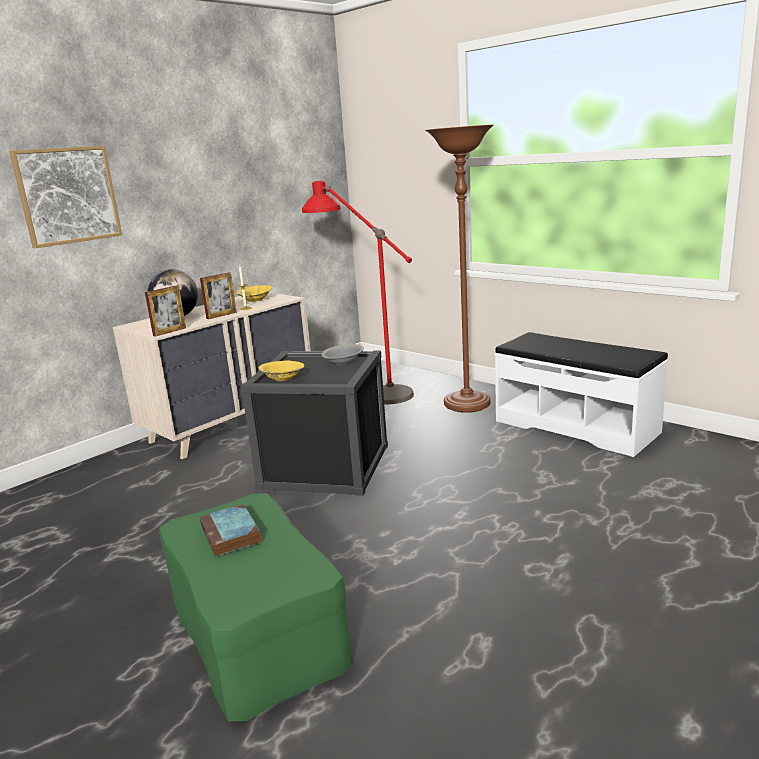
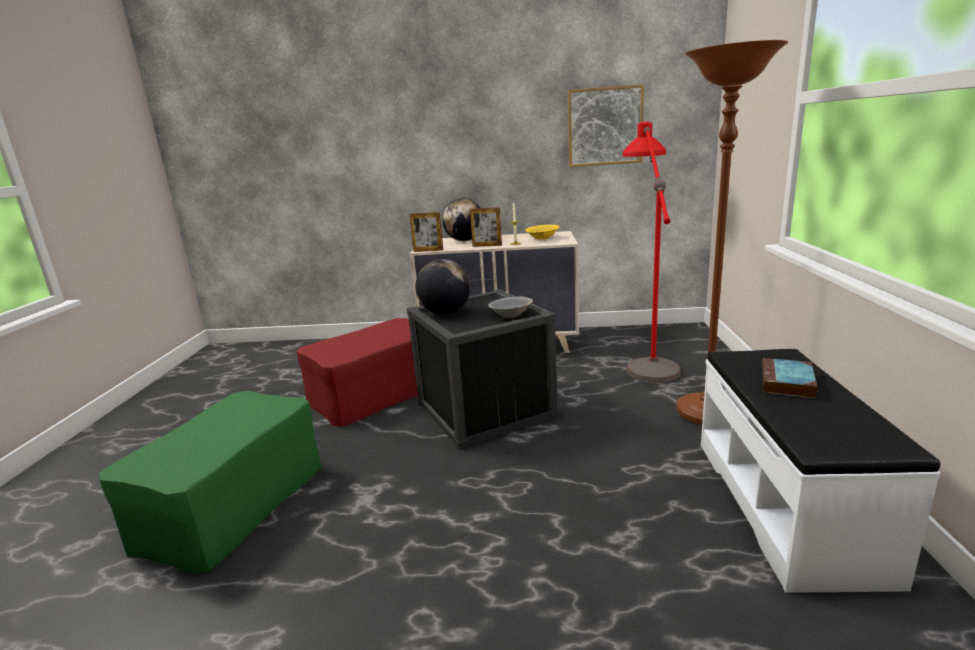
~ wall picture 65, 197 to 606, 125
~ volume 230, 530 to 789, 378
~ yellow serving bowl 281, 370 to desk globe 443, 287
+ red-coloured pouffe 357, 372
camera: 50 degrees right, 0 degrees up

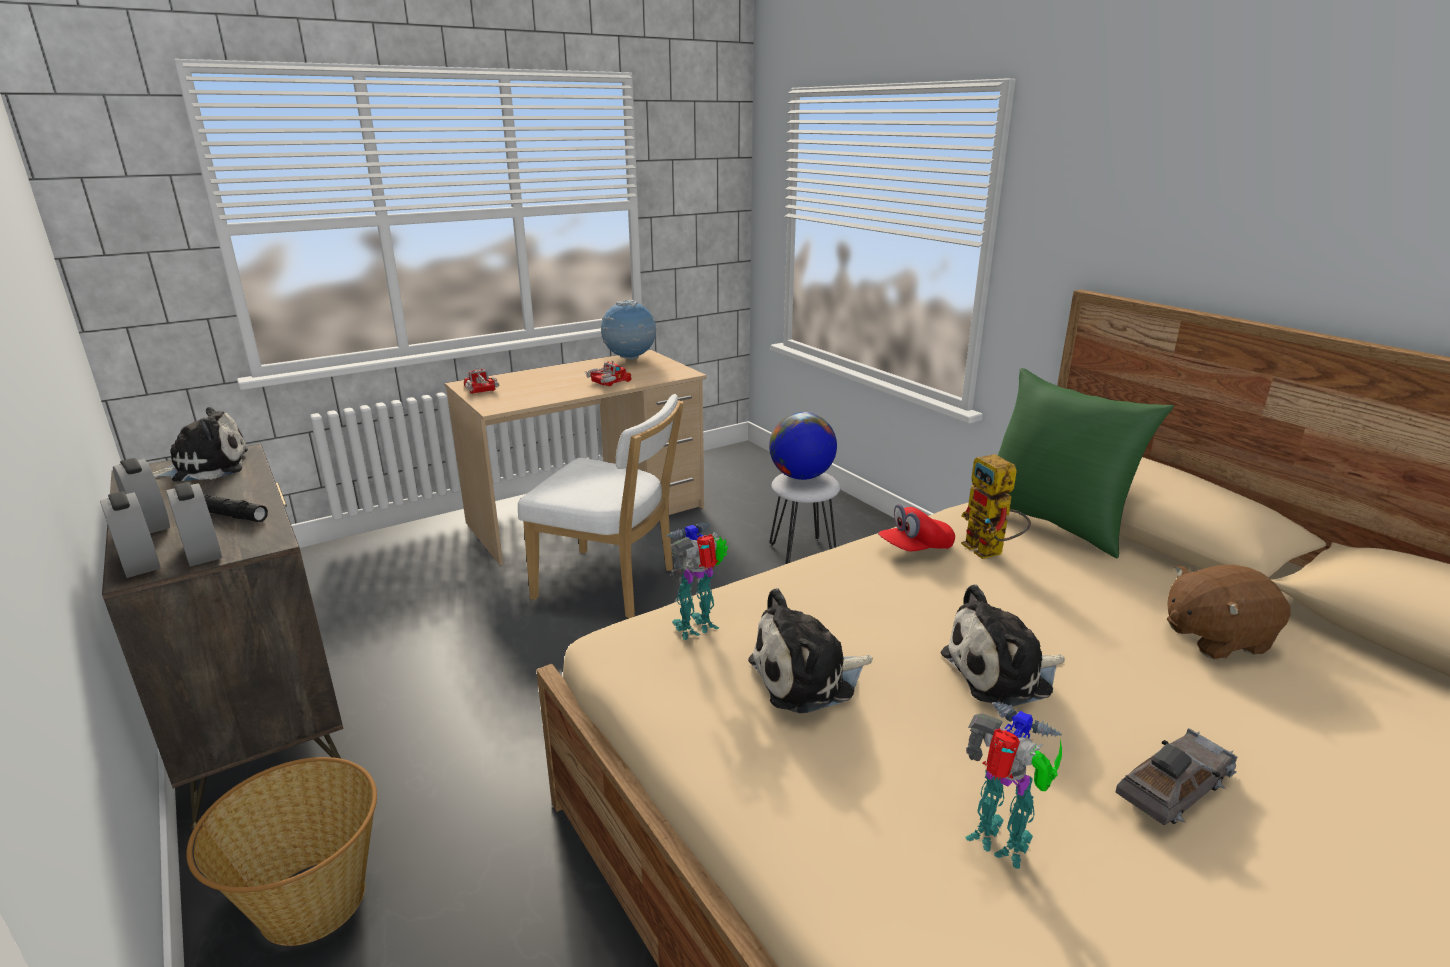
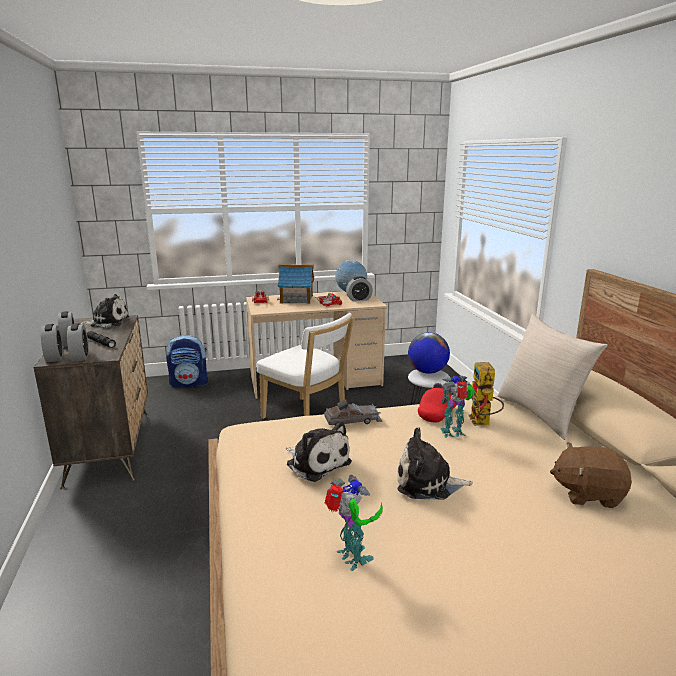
- basket 281, 851
~ model robot 697, 581 to 457, 407
~ plush toy 810, 650 = 319, 452 135 degrees counterclockwise
~ red-coloured peaked cap 916, 527 = 437, 403 135 degrees clockwise
~ green-coloured throw pillow 1086, 463 to sand-coloured throw pillow 553, 377
~ gray toy car 1177, 776 to 353, 412
+ rucksack 187, 361
+ miniature house 295, 284
+ table clock 359, 288
camera: 20 degrees right, 5 degrees down

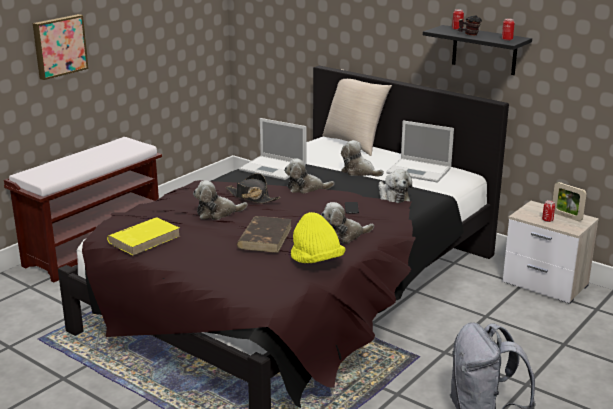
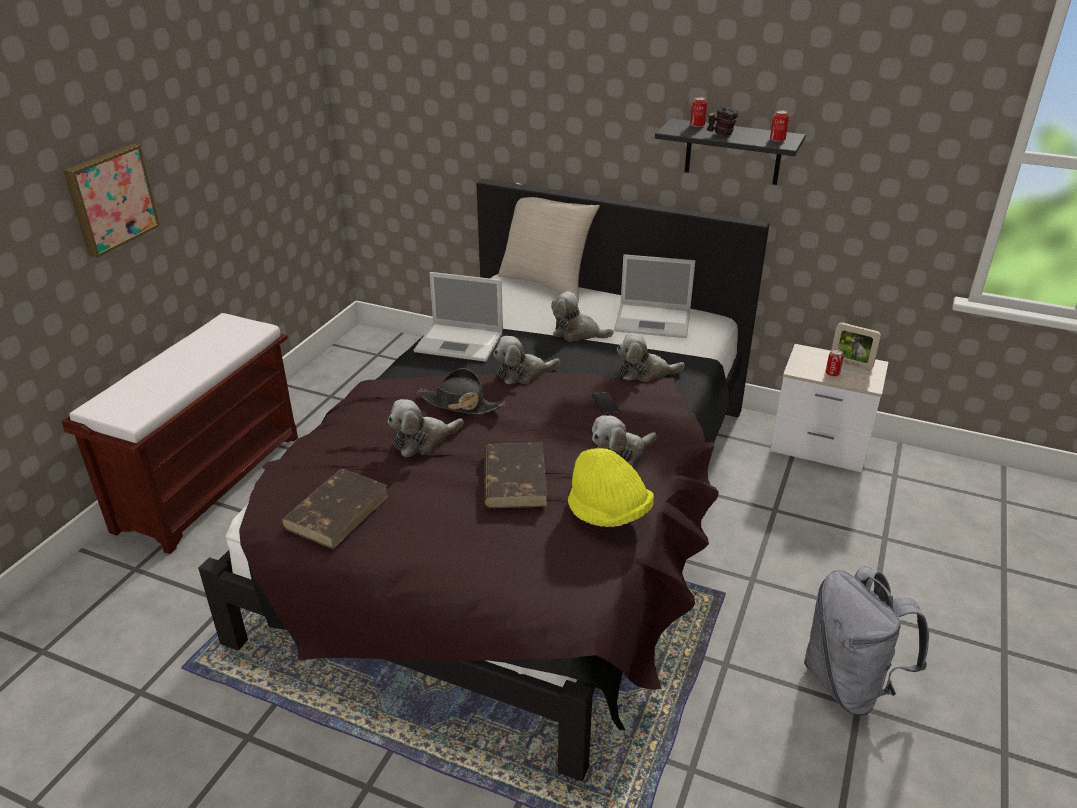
~ yellow volume 143, 236 to brownish volume 334, 509
~ plush toy 396, 186 = 651, 357 120 degrees clockwise
camera: 15 degrees left, 10 degrees up

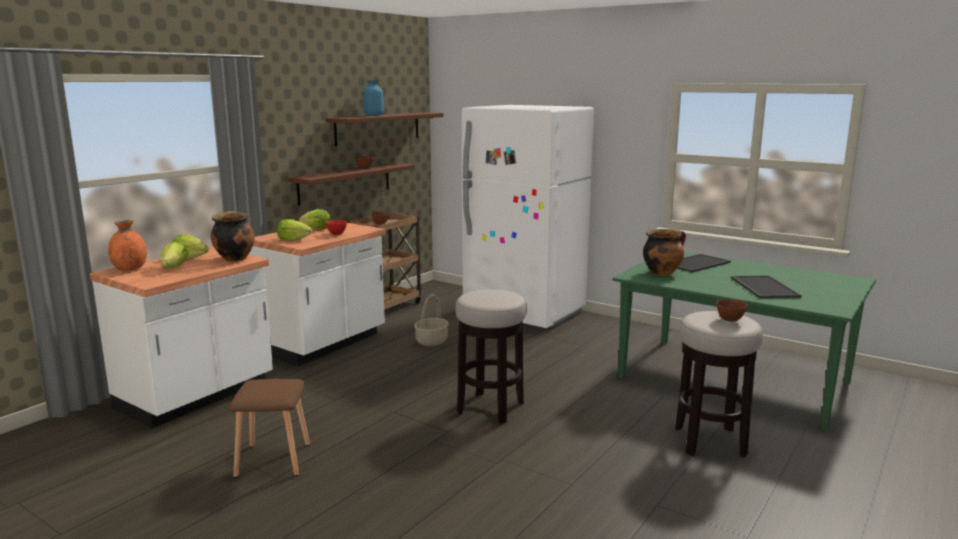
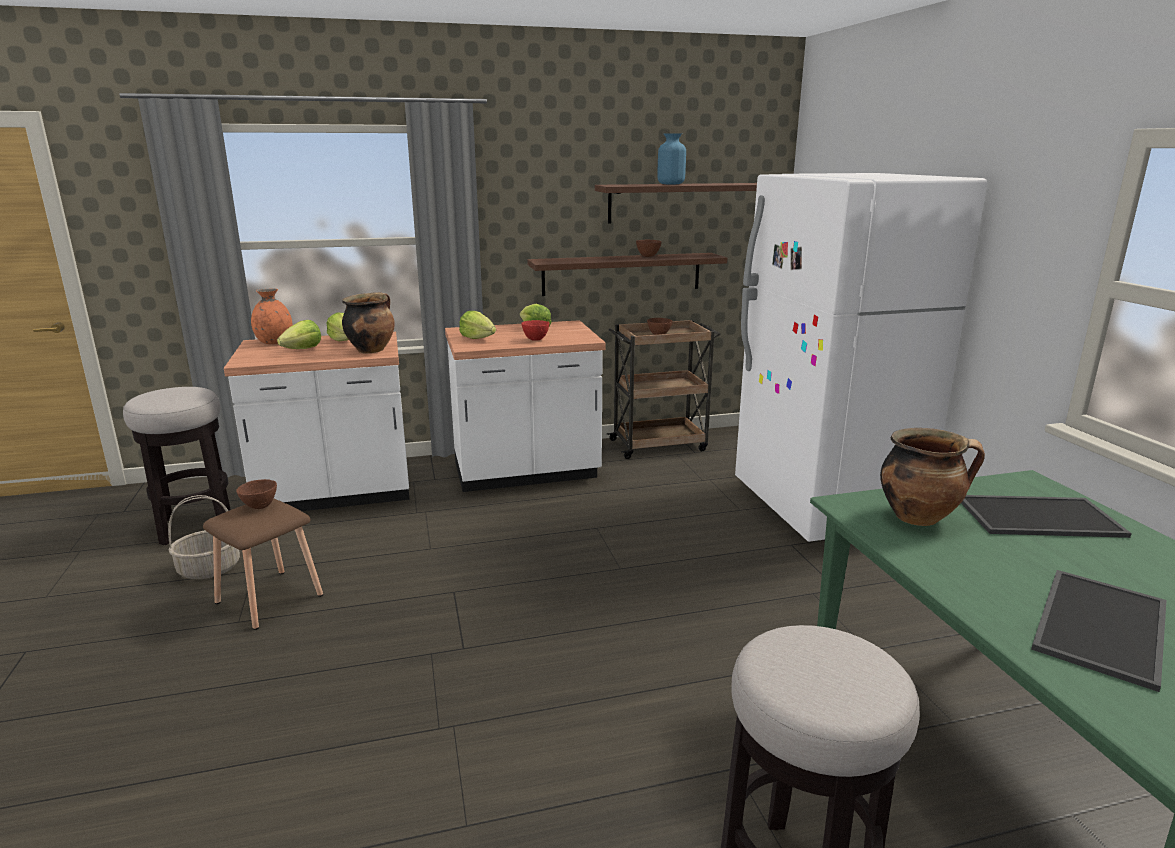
~ basket 431, 320 to 204, 537
~ sitting stool 491, 356 to 177, 466
~ brownish serving bowl 731, 310 to 256, 494
camera: 40 degrees right, 5 degrees up

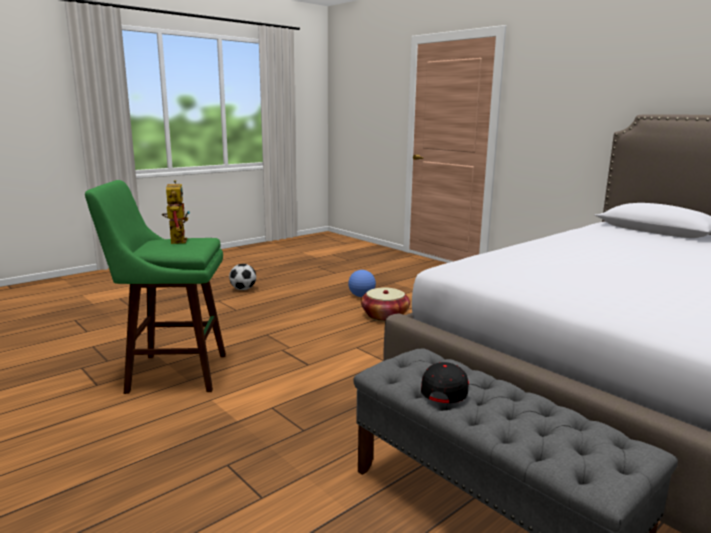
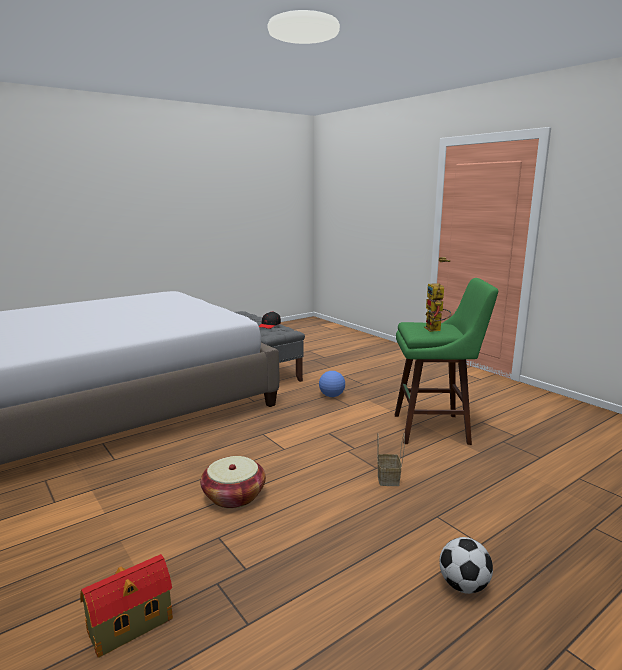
~ ball for football 362, 283 to 332, 384
+ miniature house 126, 606
+ basket 391, 460
camera: 175 degrees left, 0 degrees up

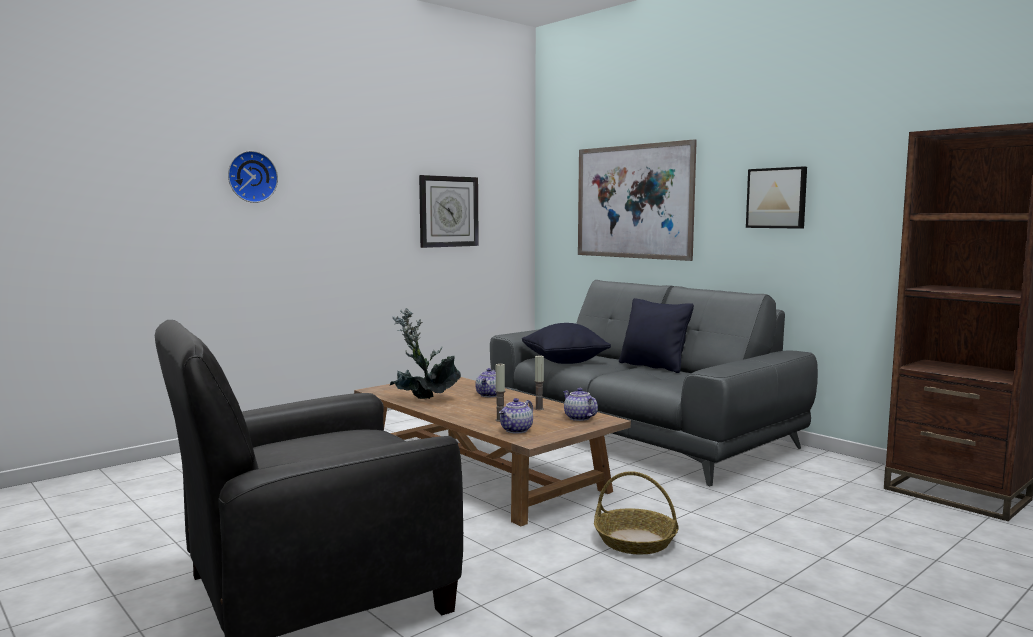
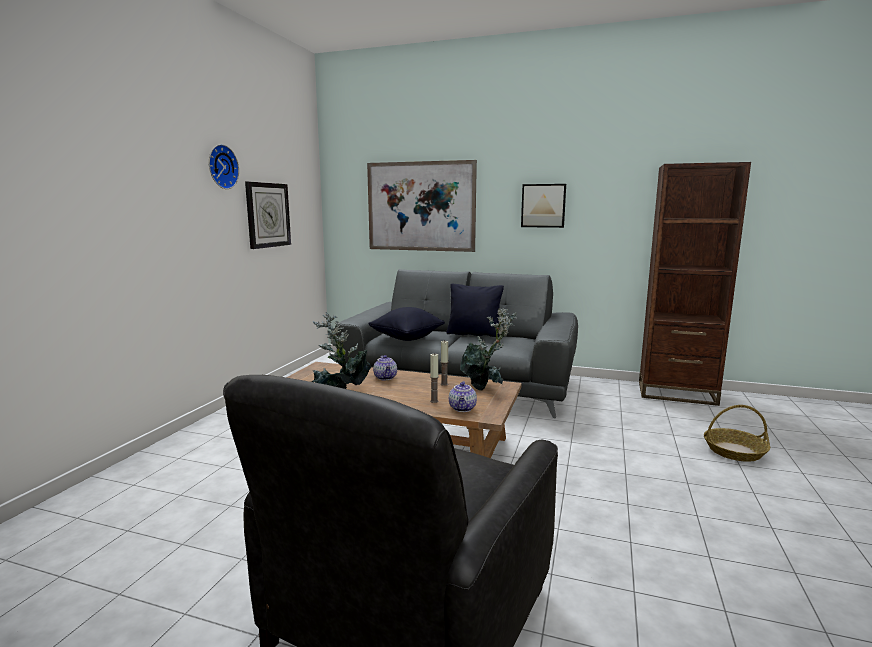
~ hanging clock 253, 177 to 224, 166
~ tea pot 580, 404 to houseplant 488, 349
~ basket 636, 512 to 737, 433
camera: 30 degrees left, 5 degrees up

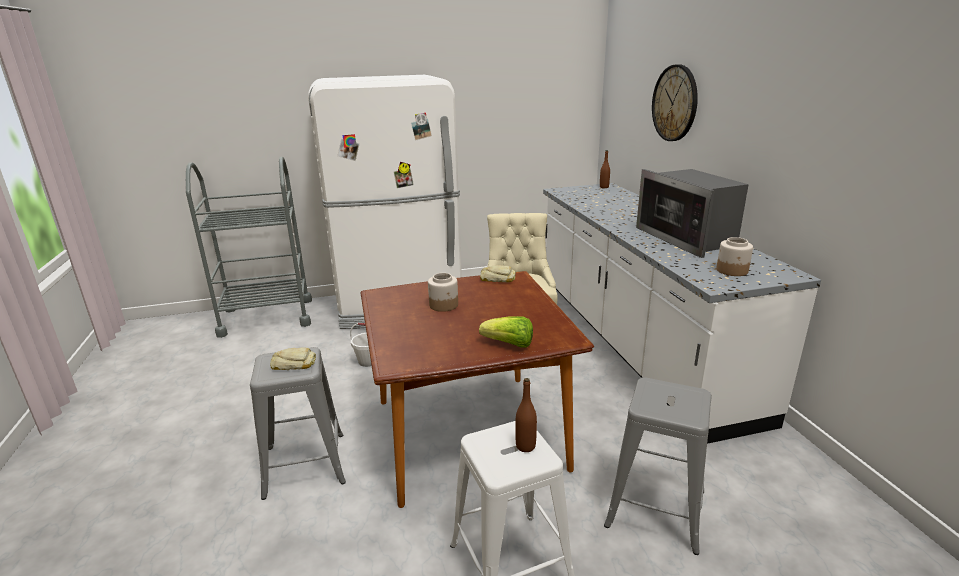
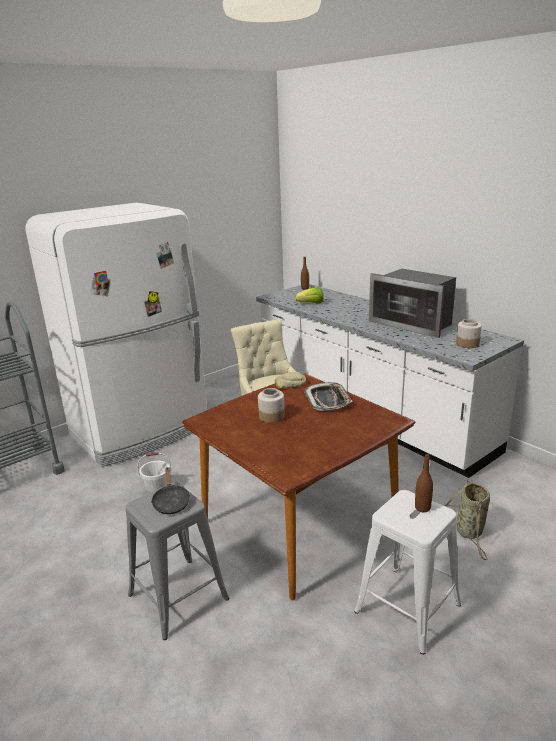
~ bread 293, 358 to black frying pan 170, 490
~ lettuce 506, 331 to 309, 295
~ gray sitting stool 658, 466 to basket 467, 519
- hanging clock 675, 102
+ carrying tray 328, 396
camera: 25 degrees left, 0 degrees up

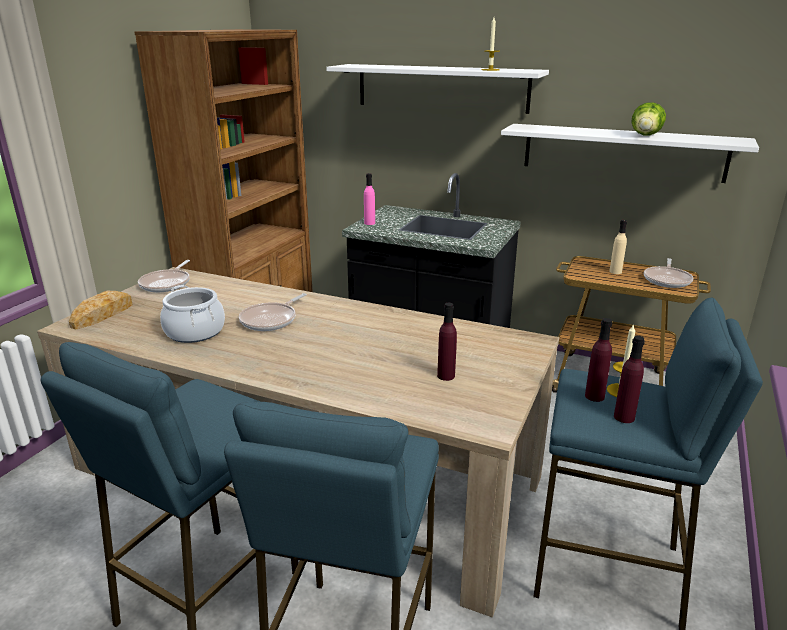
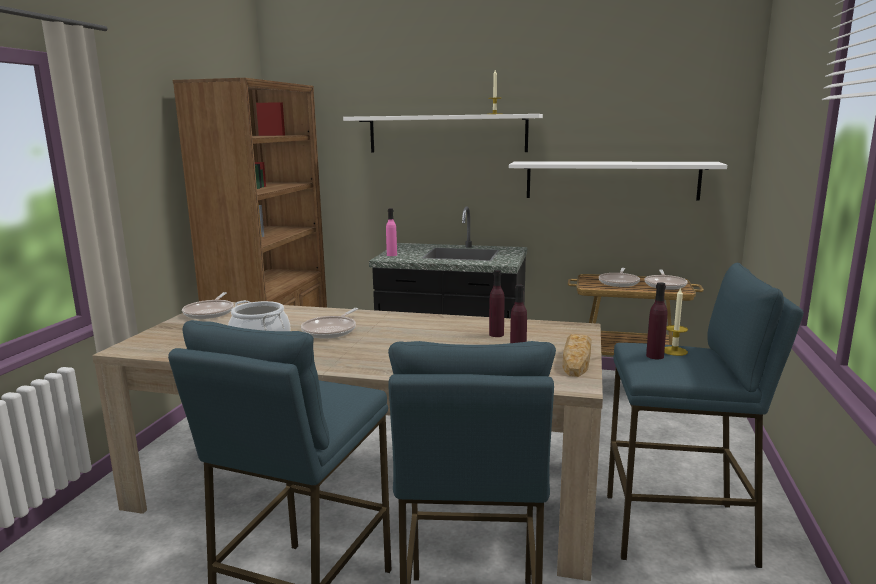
~ bread 100, 310 to 577, 355
~ sand-coloured beverage bottle 618, 247 to frying pan 619, 277
~ purple-coloured beverage bottle 629, 379 to 496, 303
- lettuce 648, 118
camera: 10 degrees left, 10 degrees down

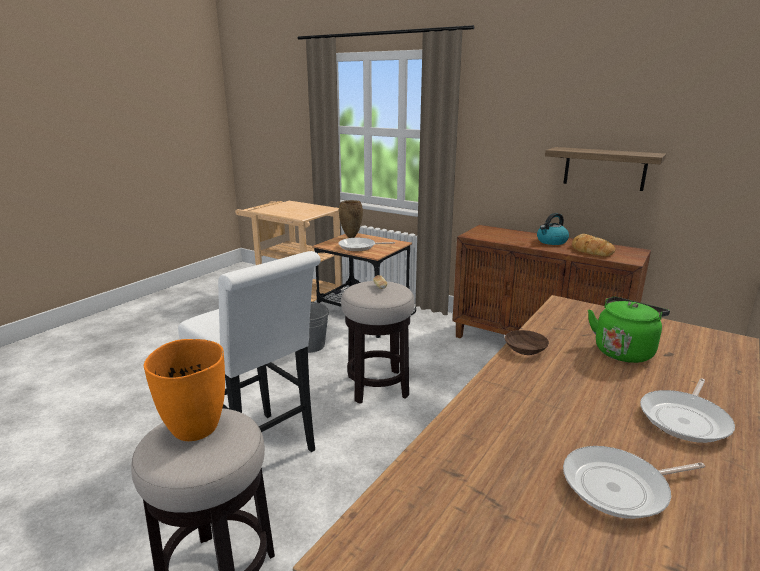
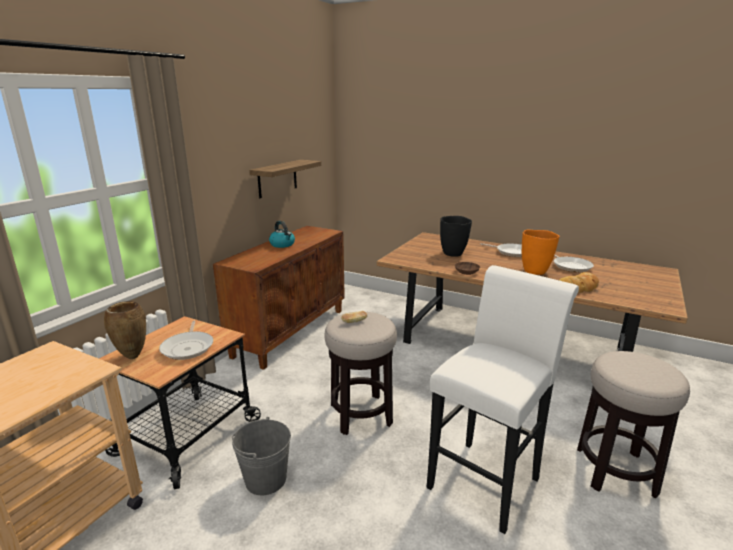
~ orangey vase 184, 390 to 541, 252
~ bread 593, 245 to 579, 282
~ green-coloured water kettle 629, 330 to black vase 456, 236
camera: 95 degrees left, 0 degrees up

